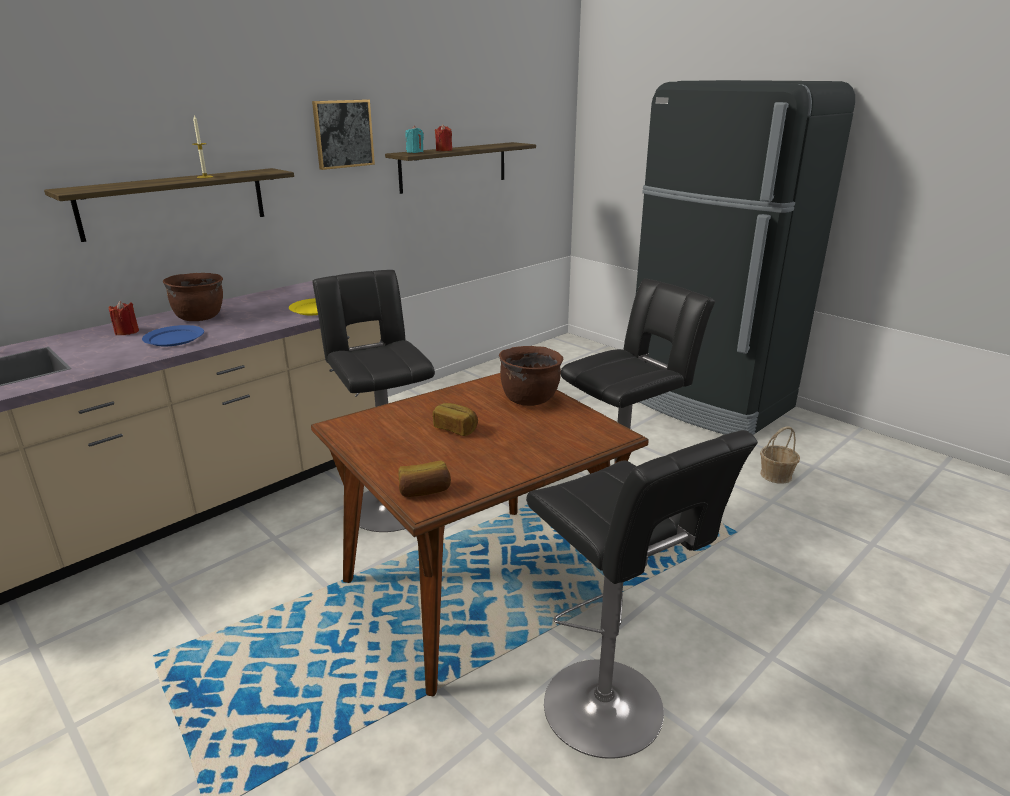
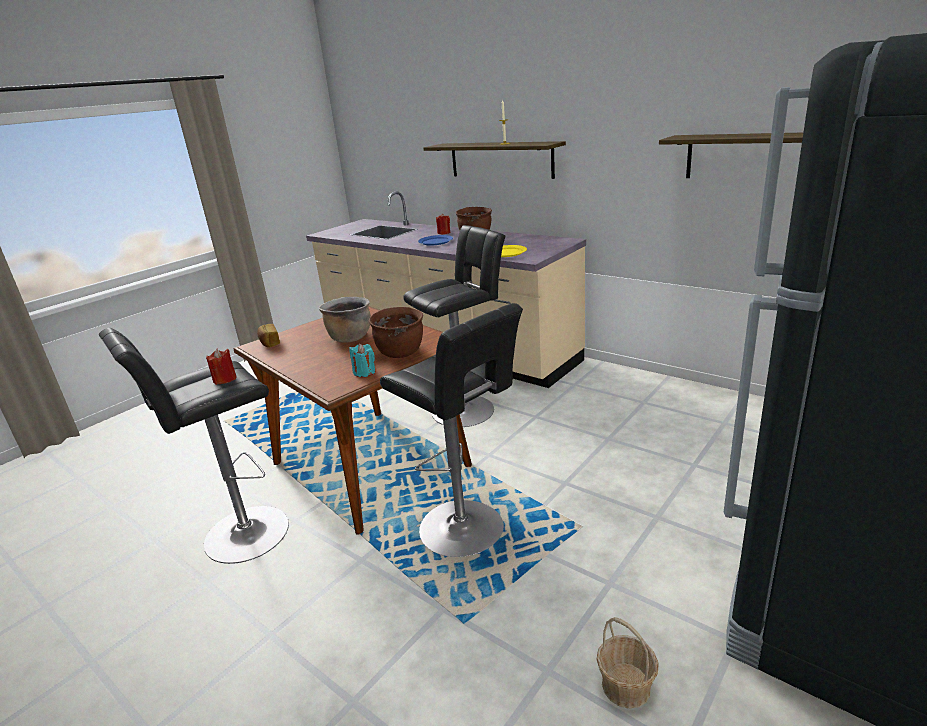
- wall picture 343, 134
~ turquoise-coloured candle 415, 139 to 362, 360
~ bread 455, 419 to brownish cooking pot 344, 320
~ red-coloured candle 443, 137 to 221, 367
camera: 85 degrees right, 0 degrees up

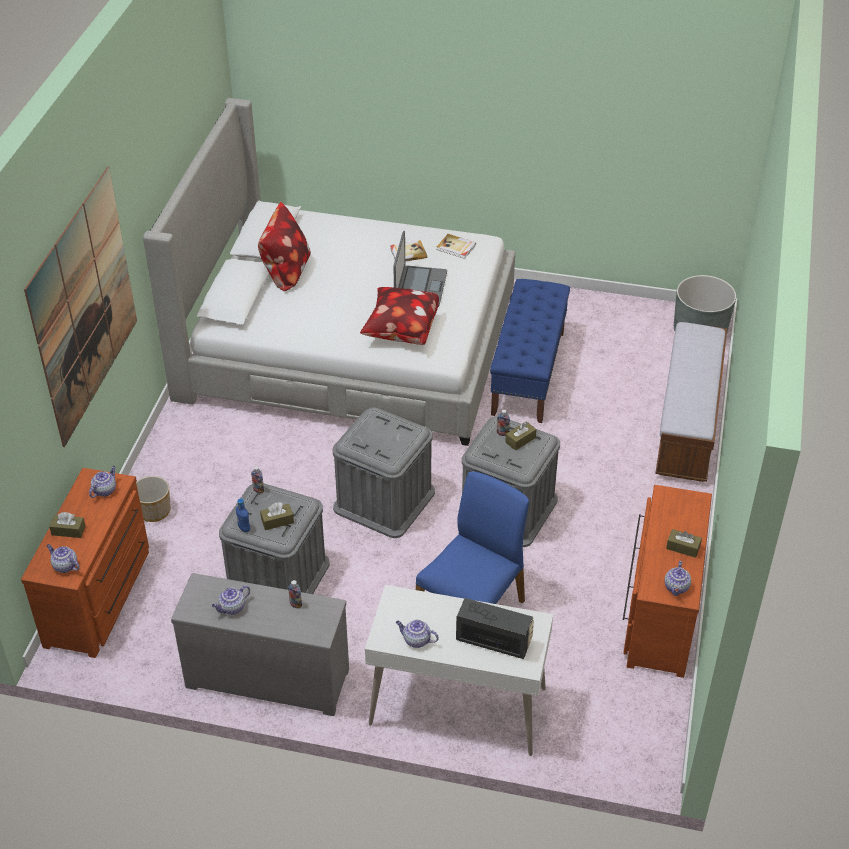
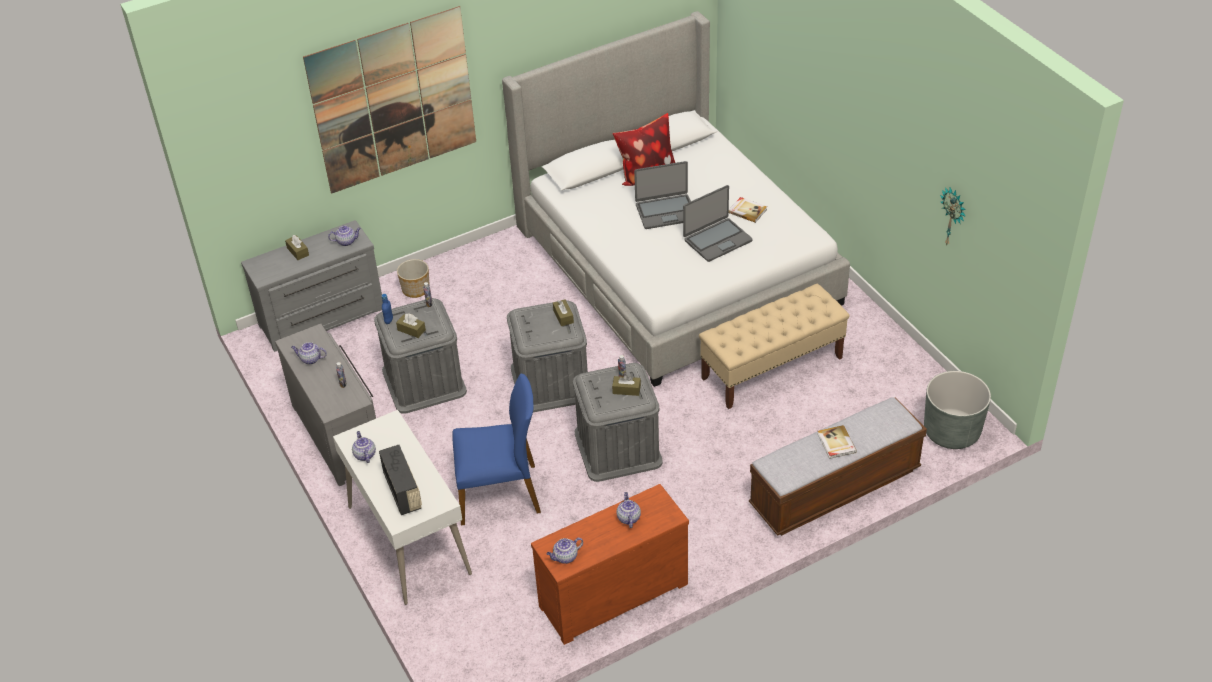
~ brownish chest of drawers 85, 563 to gray chest of drawers 312, 286
~ tea pot 63, 558 to 628, 510
- throw pillow 399, 316
~ volume 456, 246 to 837, 442
~ blue indoor bench 530, 351 to sand-coloured indoor bench 774, 346
~ brownish tissue box 684, 543 to 563, 312
+ portable computer 662, 195
+ hanging clock 953, 216
camera: 50 degrees right, 0 degrees up

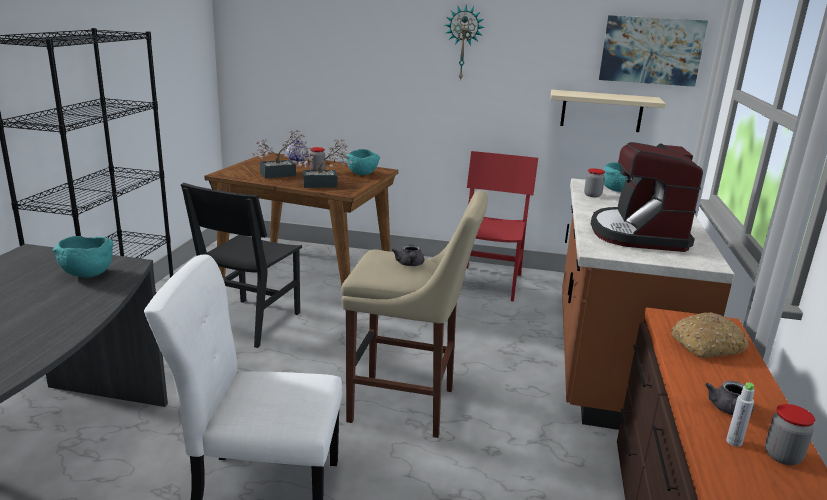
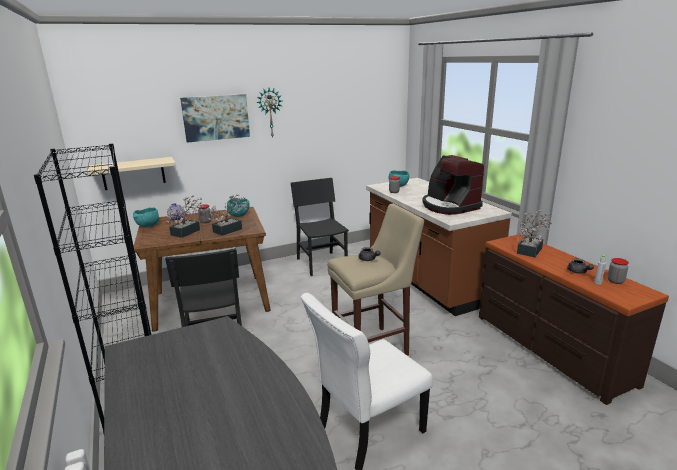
~ turquoise-coloured serving bowl 83, 257 to 146, 217
~ red-coloured plain chair 502, 226 to black plain chair 320, 227
~ sand-coloured shelf 608, 111 to 131, 173
~ wall picture 653, 51 to 215, 118
~ bread 710, 335 to houseplant 534, 233
camera: 35 degrees left, 0 degrees up

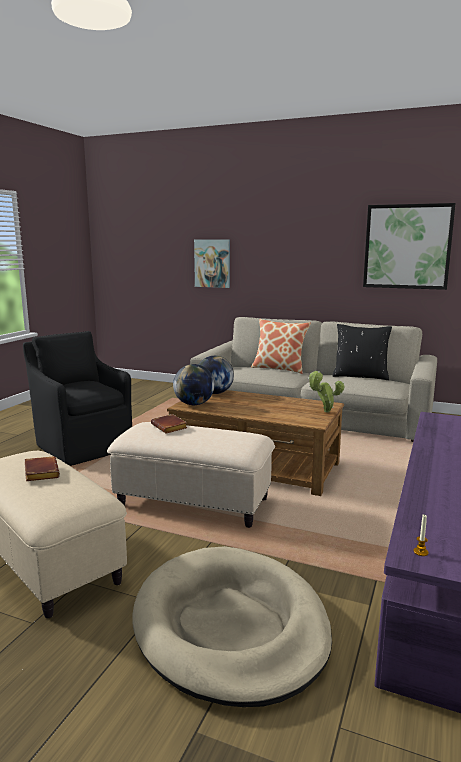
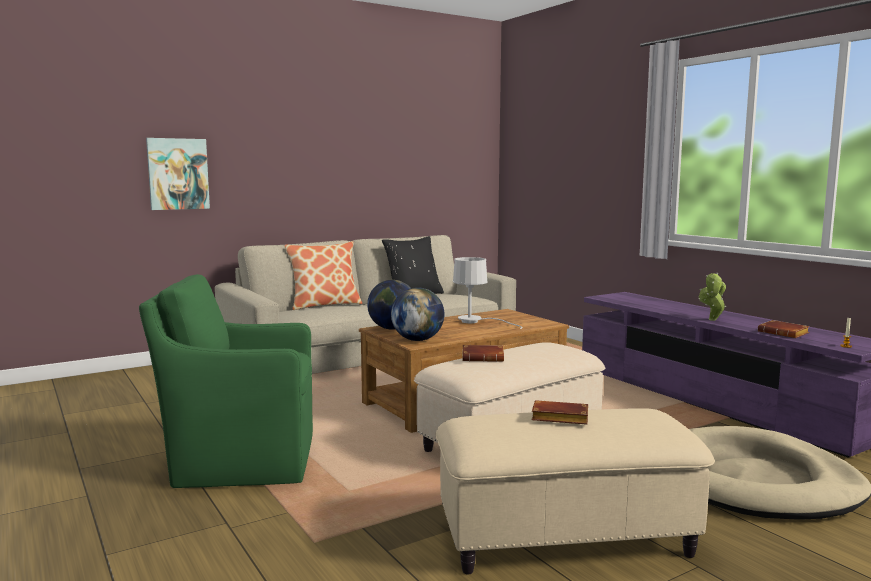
~ black armchair 77, 398 to green-coloured armchair 226, 381
~ houseplant 326, 392 to 712, 297
- wall picture 409, 246
+ white lamp for a table 487, 293
+ brownish volume 784, 329
camera: 55 degrees left, 5 degrees down

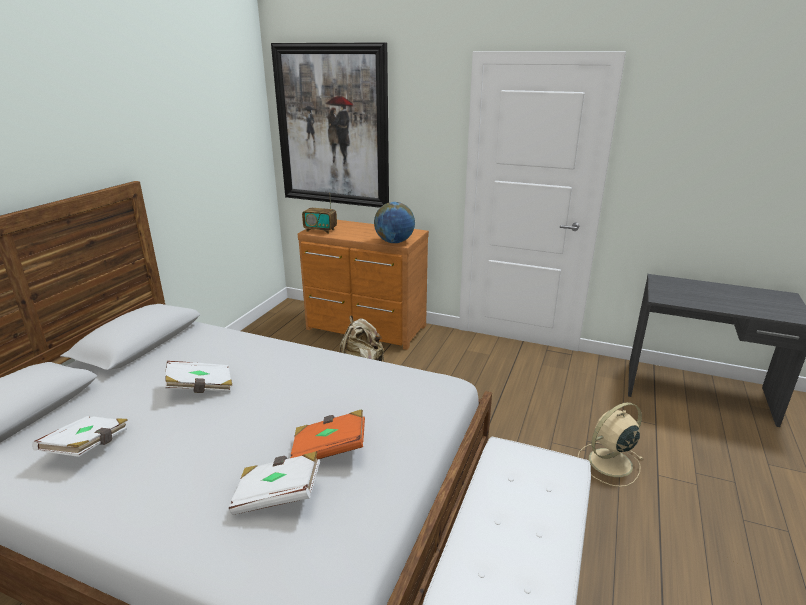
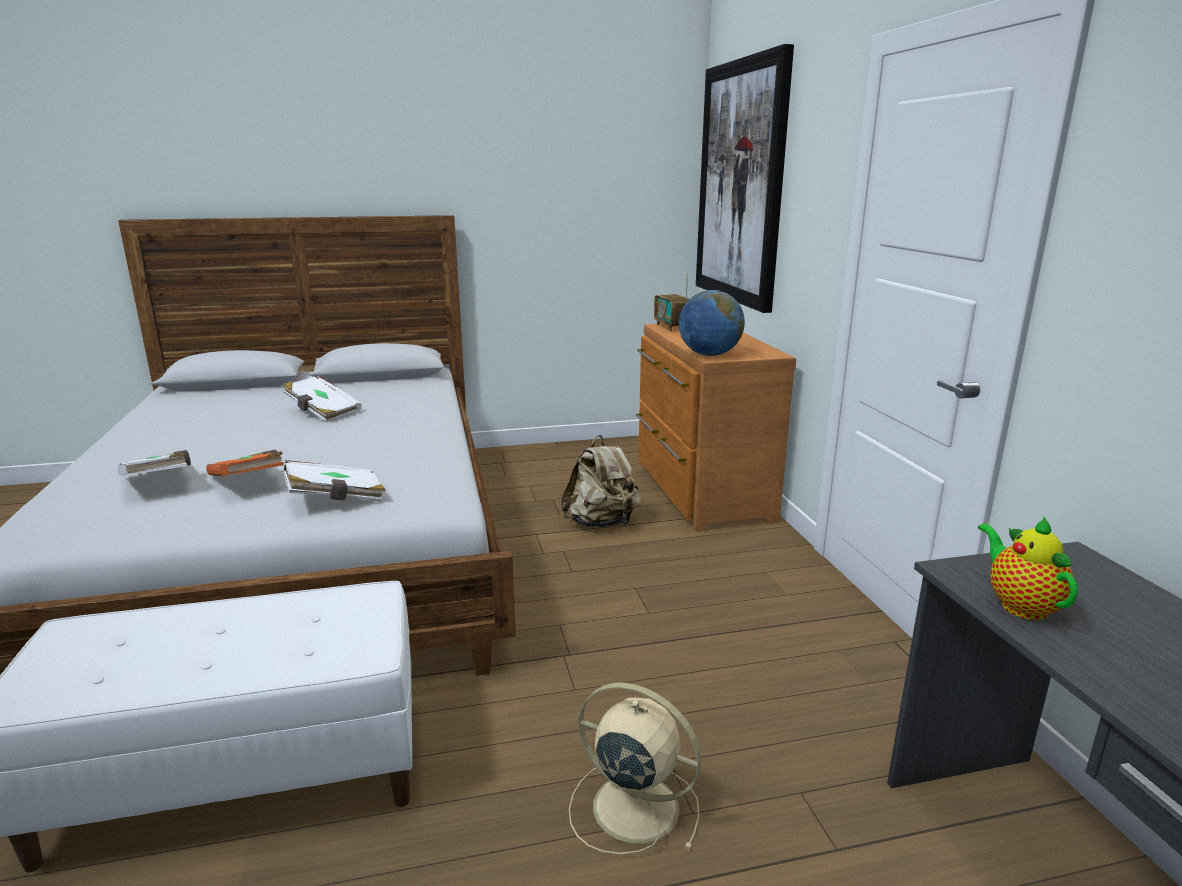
~ white volume 80, 436 to 334, 481
+ tea pot 1028, 568
camera: 55 degrees right, 5 degrees down

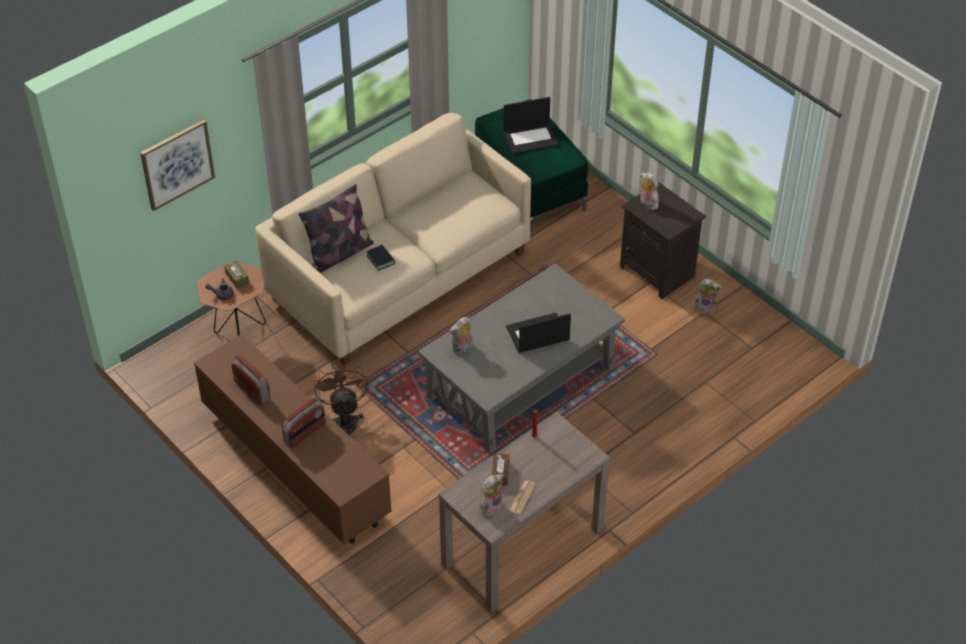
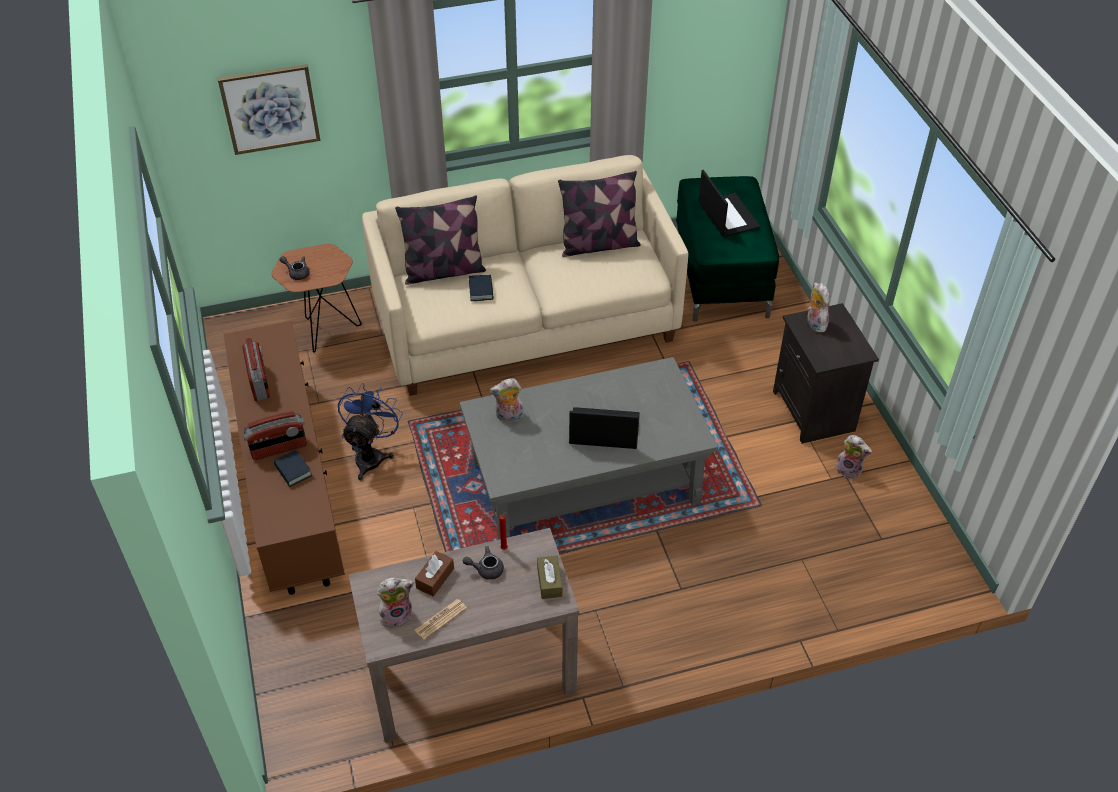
~ brownish tissue box 236, 274 to 549, 577
~ brownish electric fan 341, 398 to blue electric fan 370, 431
~ portable computer 531, 125 = 729, 203 120 degrees counterclockwise
+ volume 293, 468
+ gray tea pot 483, 563
+ throw pillow 599, 214
camera: 25 degrees right, 0 degrees up

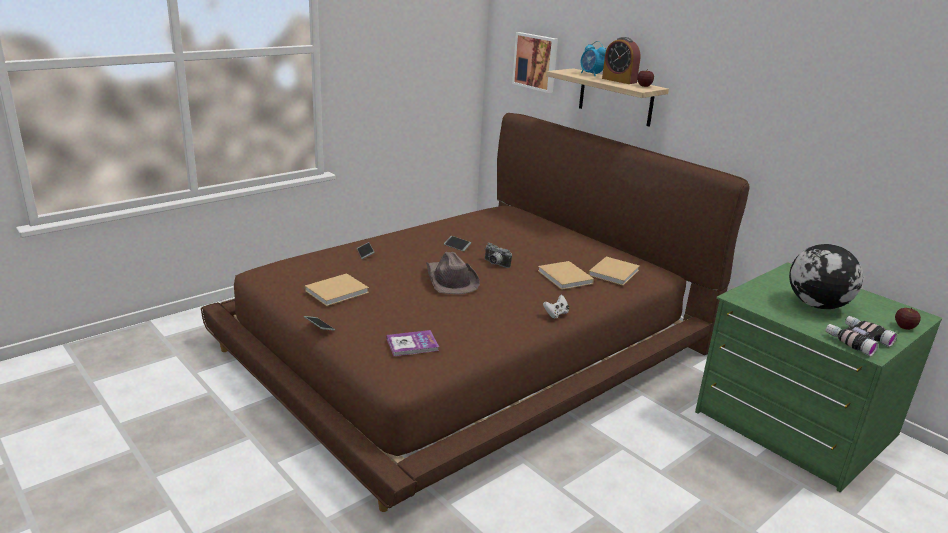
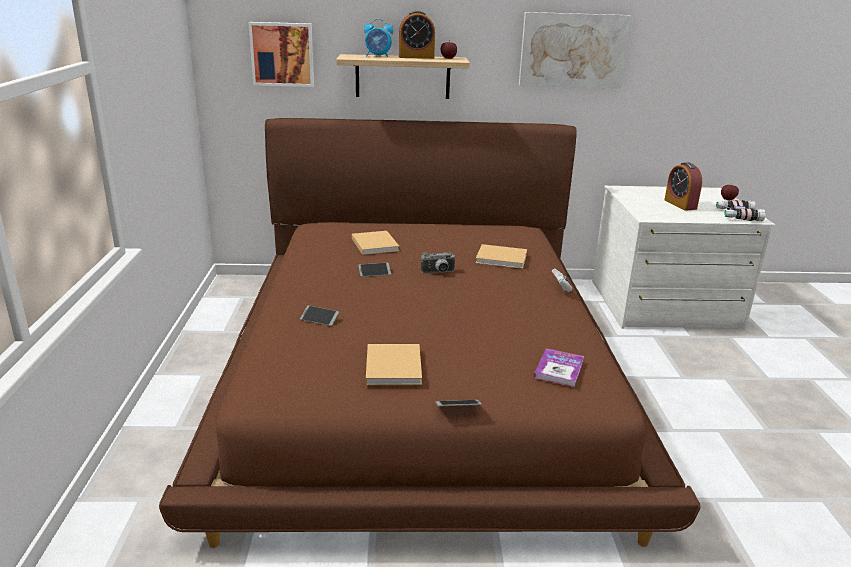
- brownish wearable hat 453, 273
~ sand-coloured volume 614, 271 to 375, 243
~ green-coloured chest of drawers 818, 377 to white chest of drawers 683, 258
~ desk globe 826, 276 to table clock 683, 186
+ wall picture 575, 50
camera: 50 degrees left, 0 degrees up

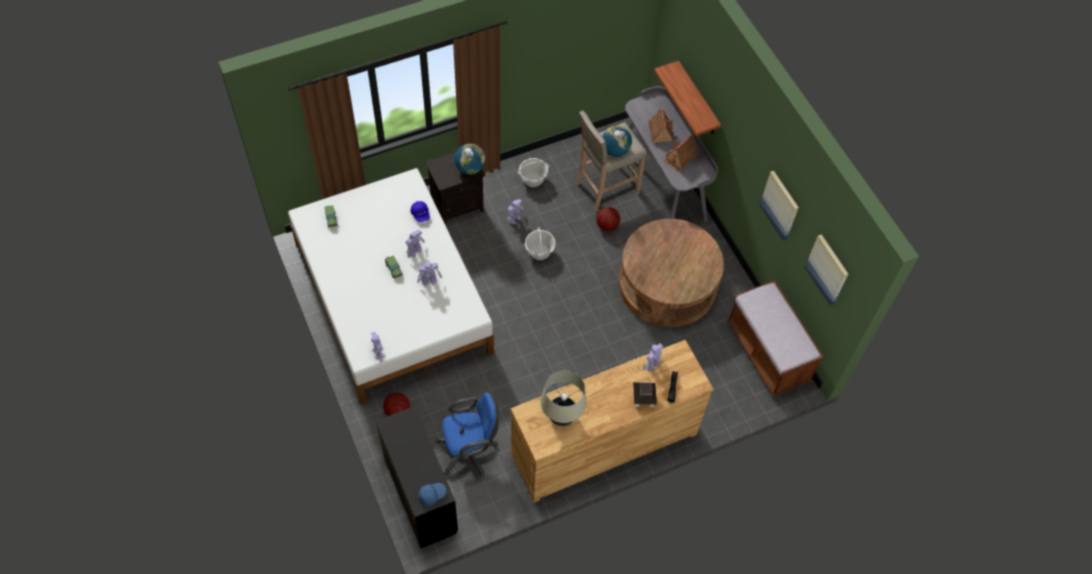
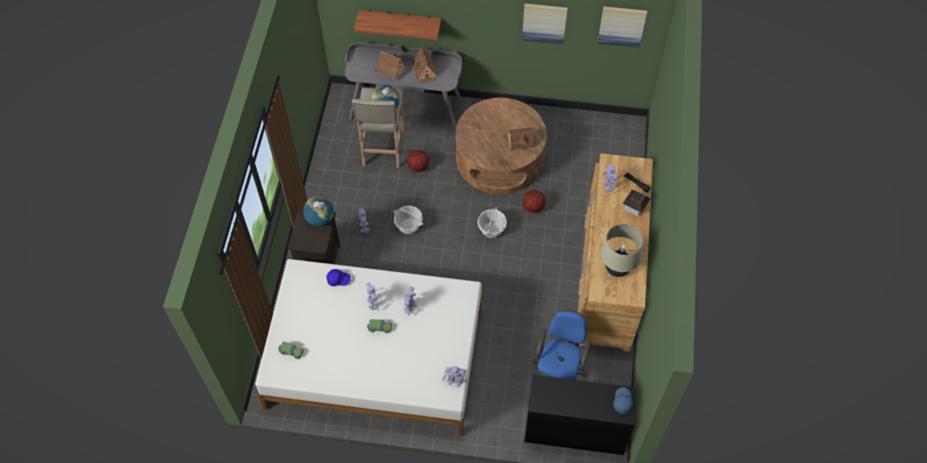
~ ball for basketball 396, 404 to 534, 201
~ basket 533, 172 to 492, 222
- brownish indoor bench 775, 338
+ miniature house 522, 138
camera: 55 degrees left, 0 degrees up

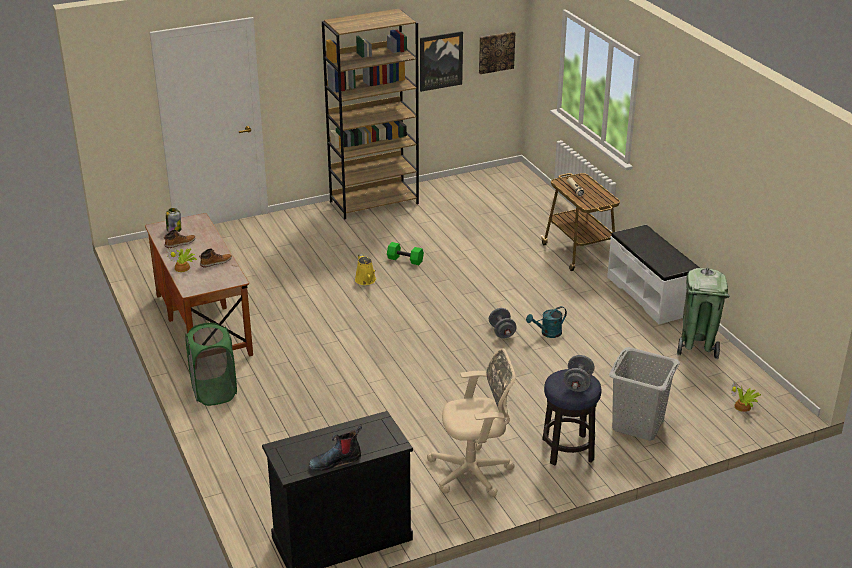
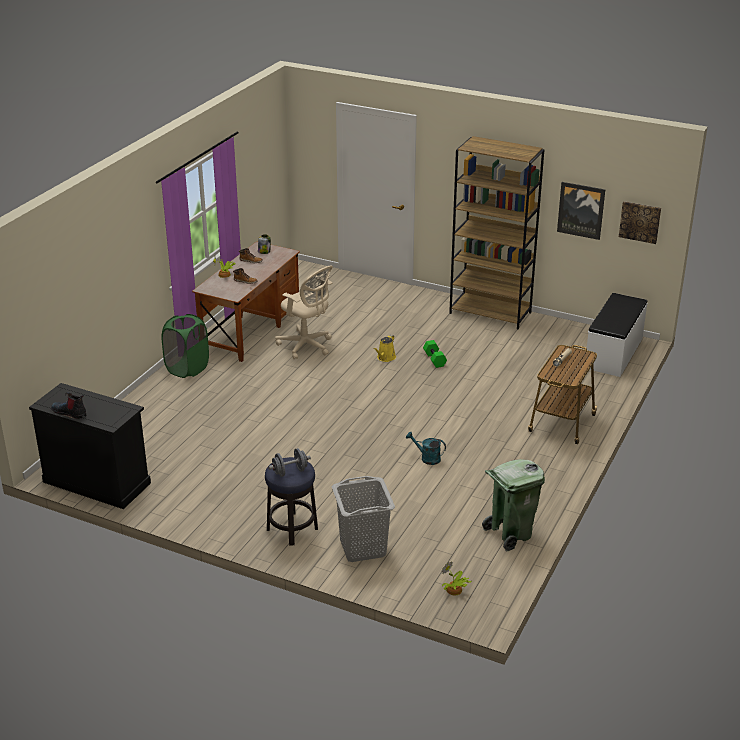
~ sand-coloured office chair 471, 422 to 304, 312
- gray free weight 503, 323
~ white indoor bench 653, 274 to 617, 335
camera: 50 degrees right, 0 degrees up

